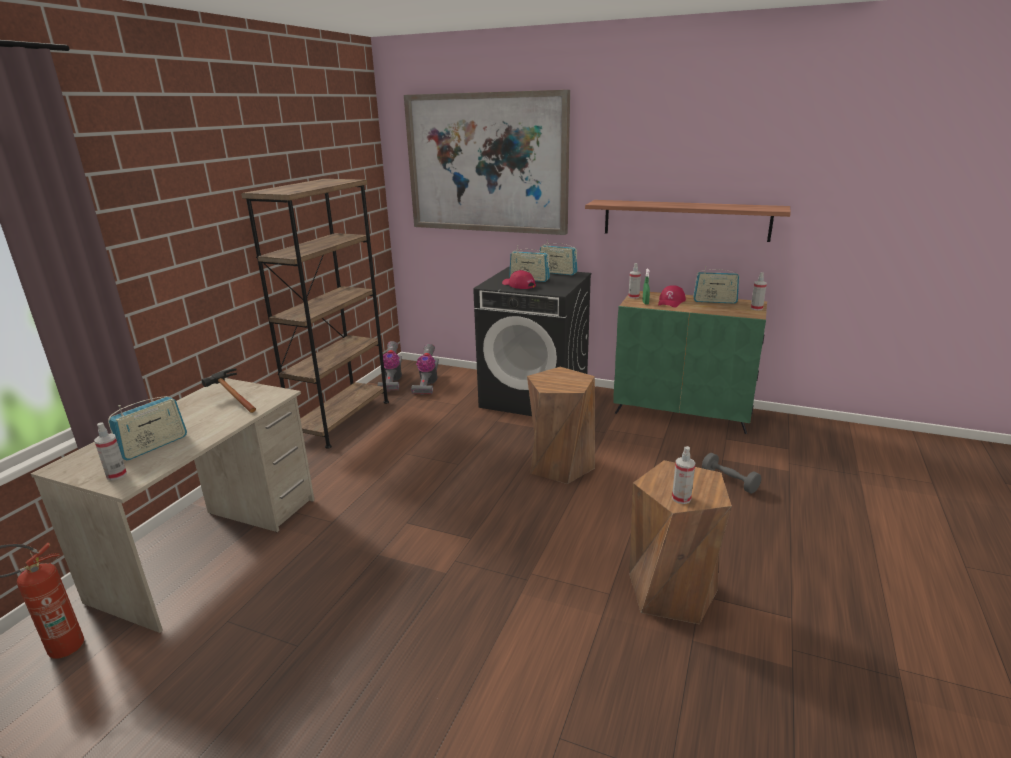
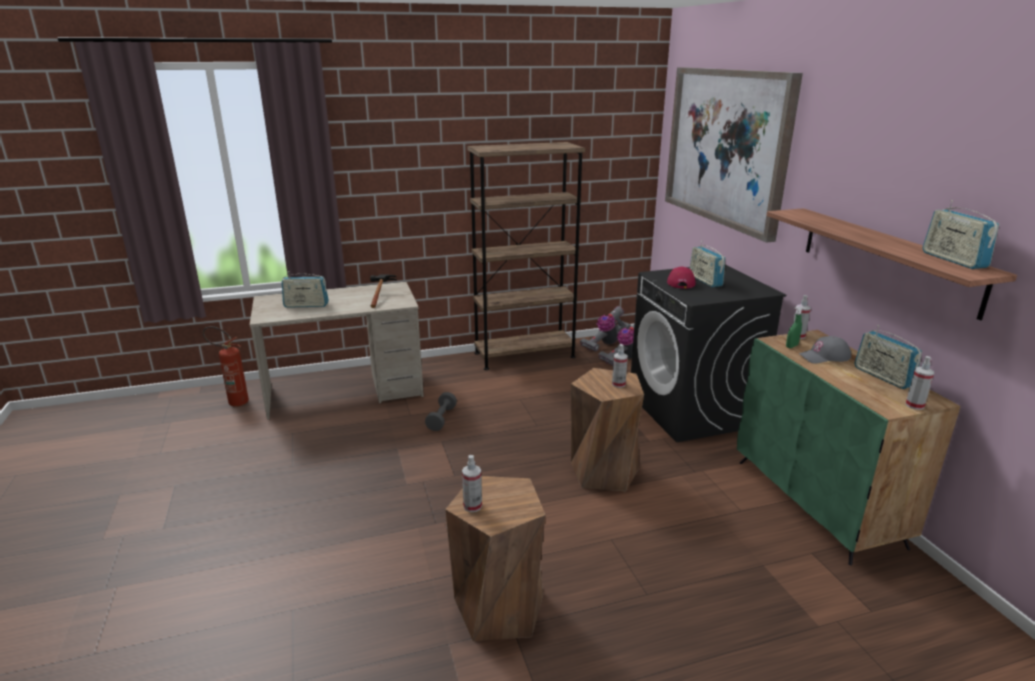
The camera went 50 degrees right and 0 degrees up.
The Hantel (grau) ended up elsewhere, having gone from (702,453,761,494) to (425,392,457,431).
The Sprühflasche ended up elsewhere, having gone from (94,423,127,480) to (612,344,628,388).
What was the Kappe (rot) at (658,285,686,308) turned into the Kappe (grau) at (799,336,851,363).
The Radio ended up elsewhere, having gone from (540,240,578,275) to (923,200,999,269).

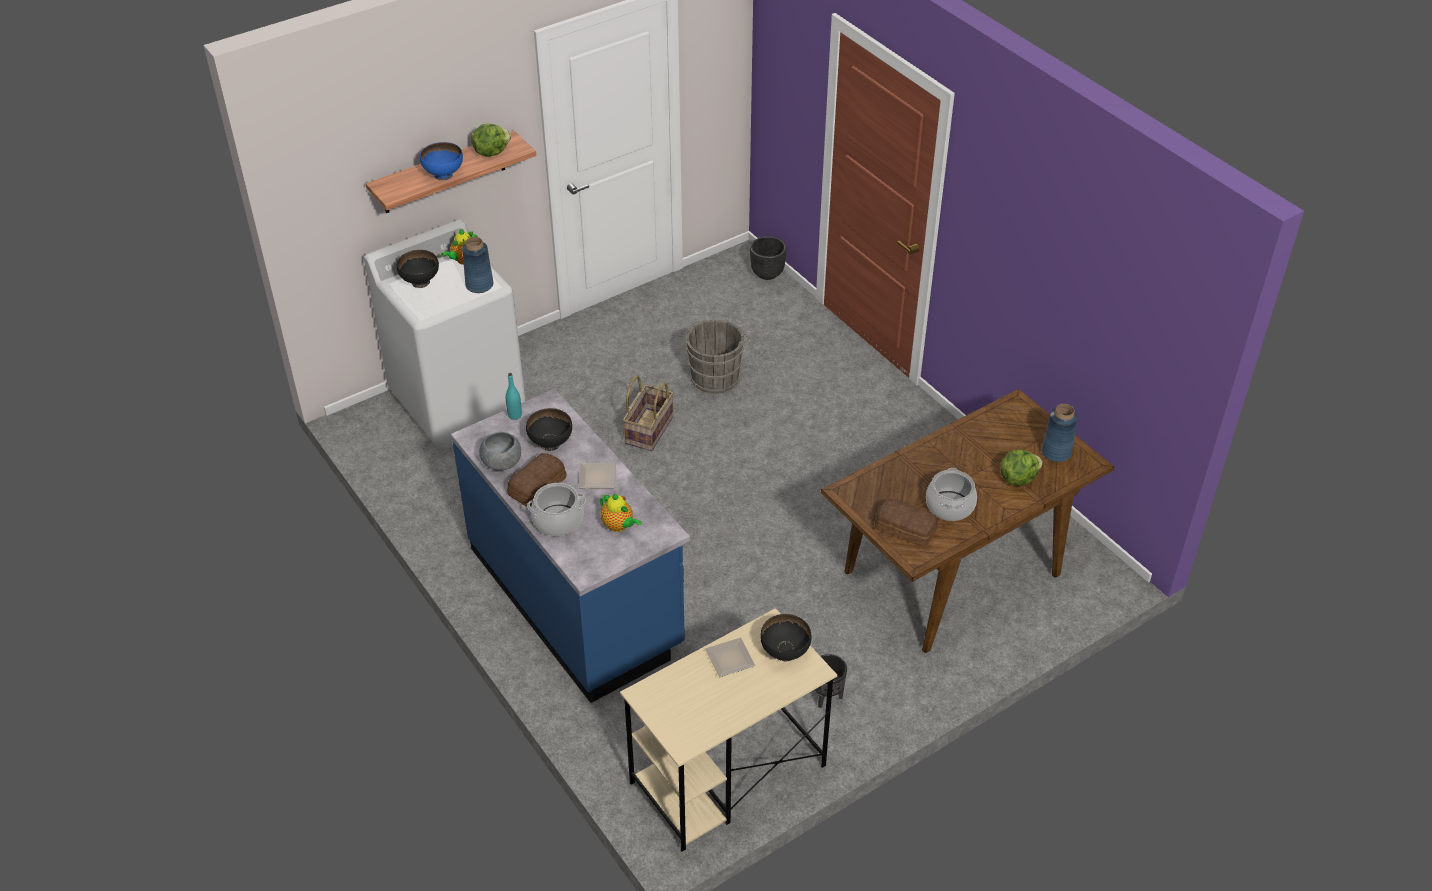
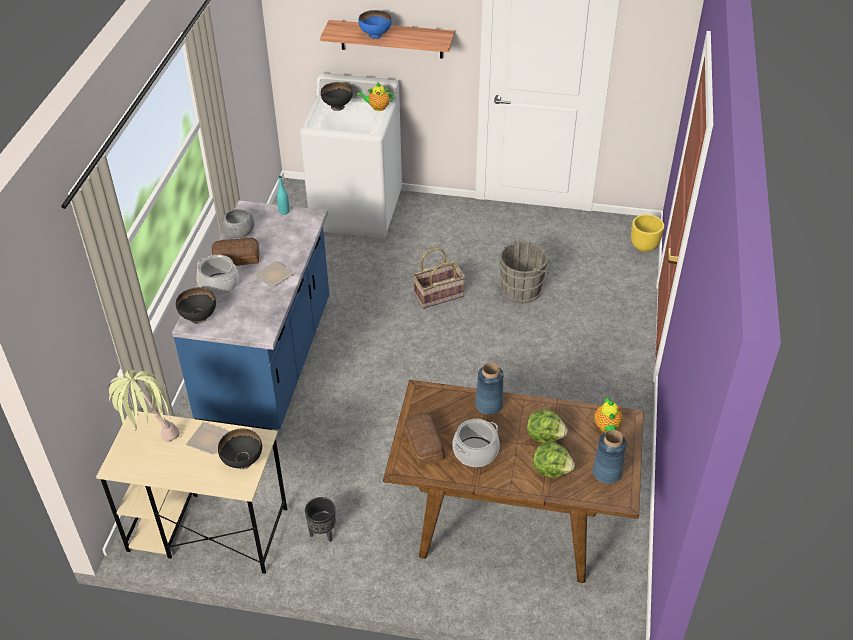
The camera went 45 degrees right and 0 degrees up.
The second view gained the Topfpflanze at (108,370,180,442).
The Schüssel (schwarz) ended up elsewhere, having gone from (526,408,572,451) to (176,287,216,324).
The Vase (blau) ended up elsewhere, having gone from (462,237,493,293) to (475,363,504,415).
The Salatkopf ended up elsewhere, having gone from (471,124,511,157) to (527,409,568,444).
The Teekanne ended up elsewhere, having gone from (600,494,642,532) to (594,397,622,433).
What was the Pflanzkübel (schwarz) at (750,236,787,280) turned into the Pflanzkübel (gelb) at (631,214,664,252).

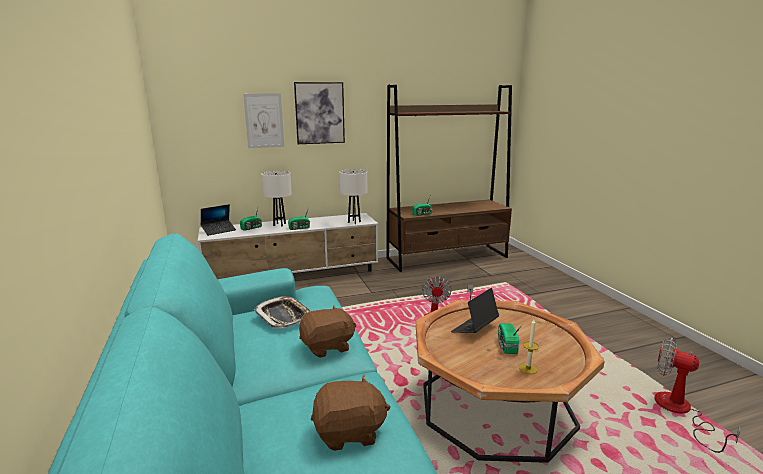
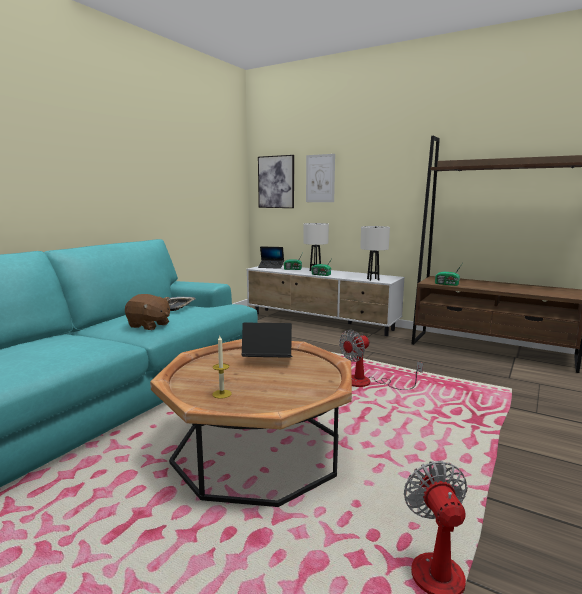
The camera went 50 degrees right and 5 degrees down.
The Bild ended up elsewhere, having gone from (294,82,345,144) to (258,155,294,208).
The second view lost the Plüschtier (braun) at (311,375,390,451).
The second view lost the Radio at (498,323,522,354).

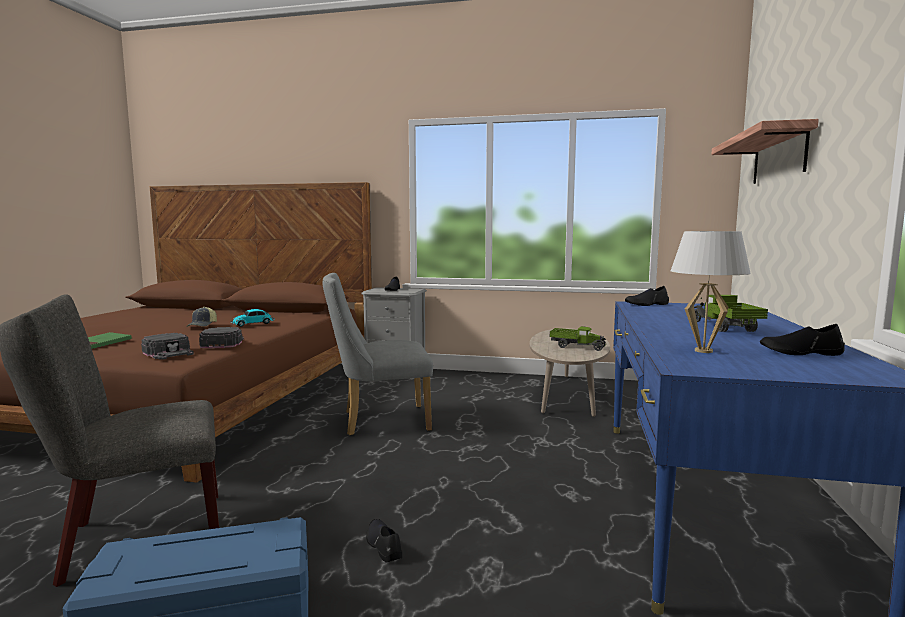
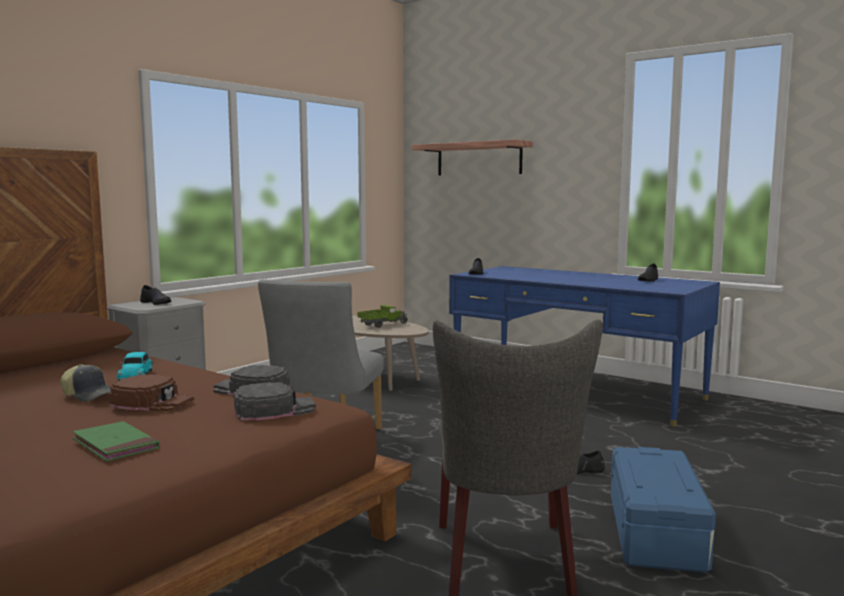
The camera went 65 degrees left and 0 degrees up.
The second view gained the Kappe (braun) at (109,374,194,411).
The second view lost the Tischlampe (weiß) at (671,231,751,353).
The second view lost the Spielzeuglaster at (694,295,768,332).

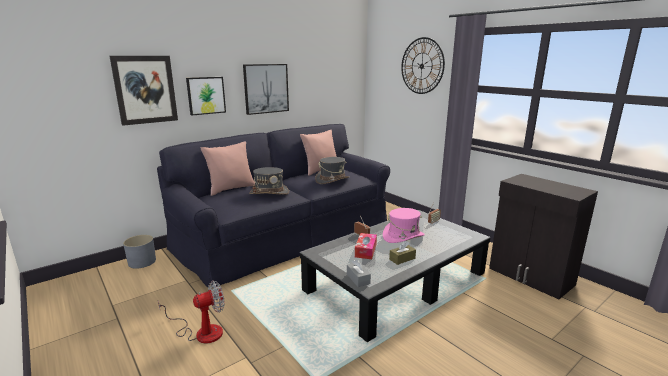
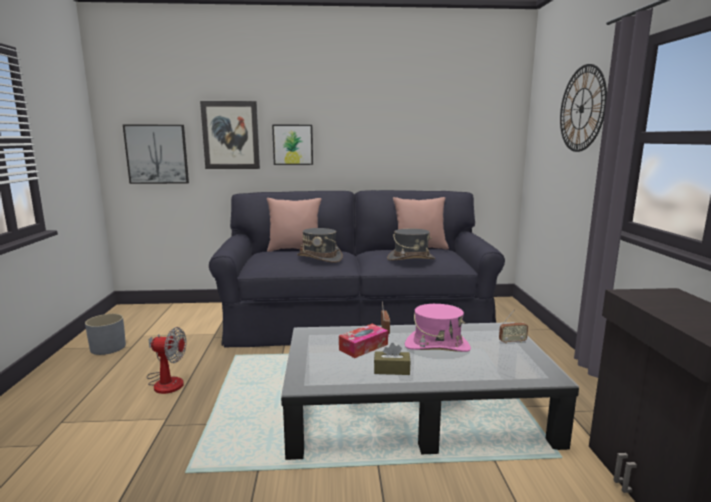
The camera went 35 degrees right and 5 degrees down.
The Pflanzkübel (grau) ended up elsewhere, having gone from (123,235,156,269) to (85,314,126,355).
The Bild ended up elsewhere, having gone from (243,64,289,115) to (123,125,189,184).
The second view lost the Taschentuchbox (grau) at (347,259,371,287).

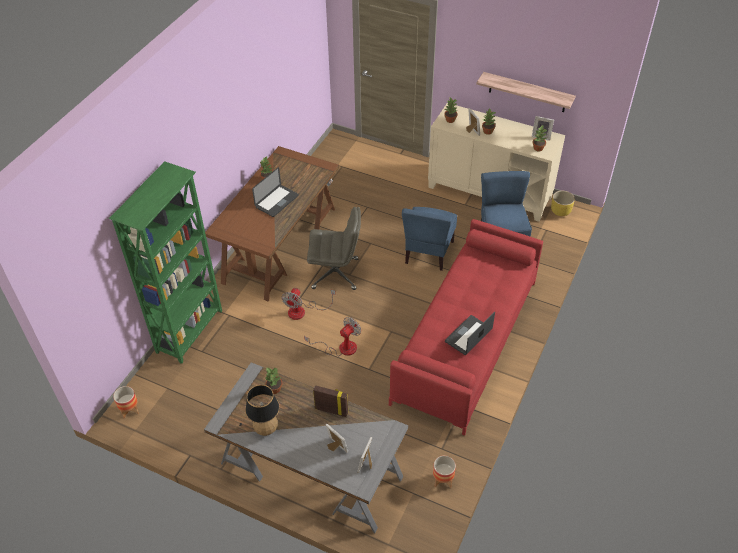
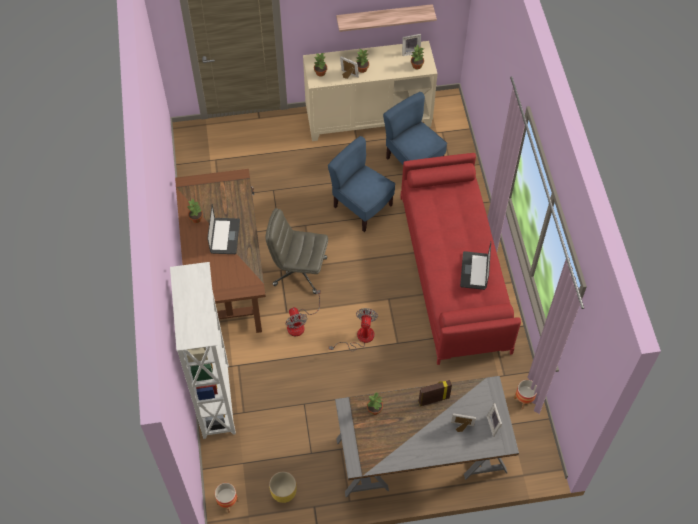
The camera went 35 degrees left and 10 degrees up.
What was the Bücherregal (grün) at (109,161,222,364) turned into the Bücherregal (weiß) at (170,262,236,439).
The Bürostuhl (grau) at (307,207,361,290) ended up facing another way, 135 degrees counterclockwise from before.
The Pflanzkübel (gelb) ended up elsewhere, having gone from (551,191,575,216) to (269,472,297,503).
The Stuhl (blau) at (402,207,457,271) ended up facing another way, 150 degrees clockwise from before.
The second view lost the Tischlampe at (239,385,280,436).

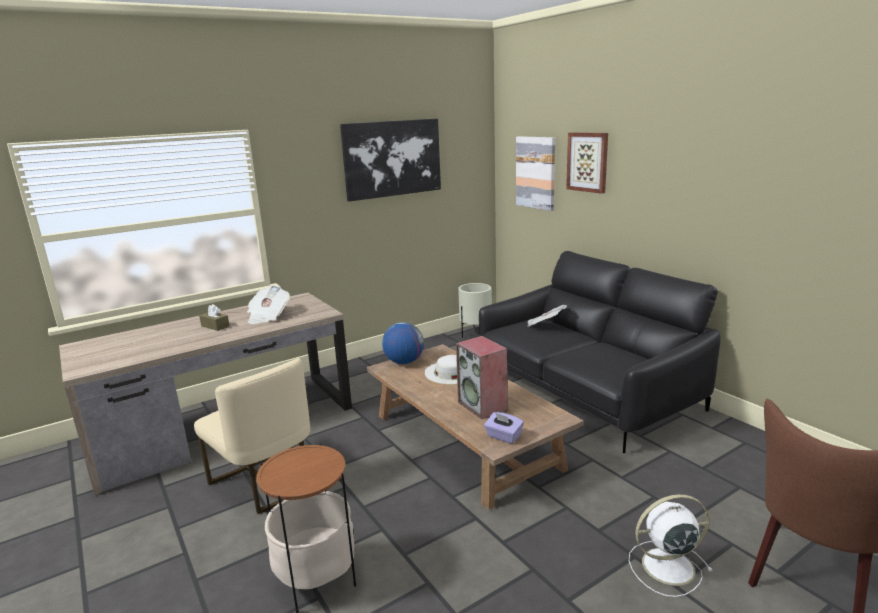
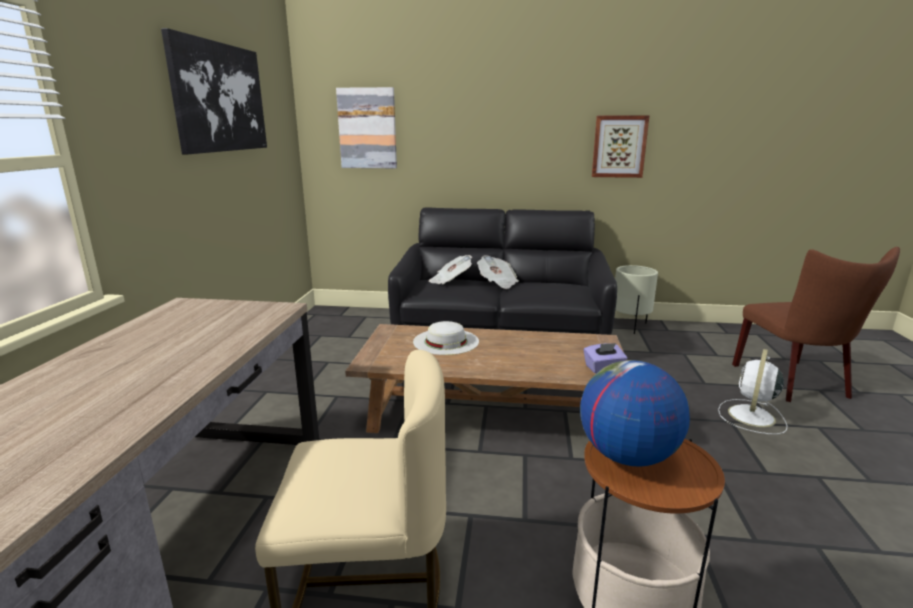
The camera went 50 degrees left and 0 degrees up.
The Zeitung ended up elsewhere, having gone from (247,285,290,324) to (477,255,519,289).
The Globus ended up elsewhere, having gone from (382,322,424,364) to (580,360,690,467).
The Bild ended up elsewhere, having gone from (566,132,608,194) to (592,116,649,178).
The Pflanzkübel (beige) ended up elsewhere, having gone from (458,283,492,338) to (615,265,658,334).
The second view lost the Taschentuchbox (braun) at (199,304,230,331).
The second view lost the Lautsprecher at (456,336,508,419).

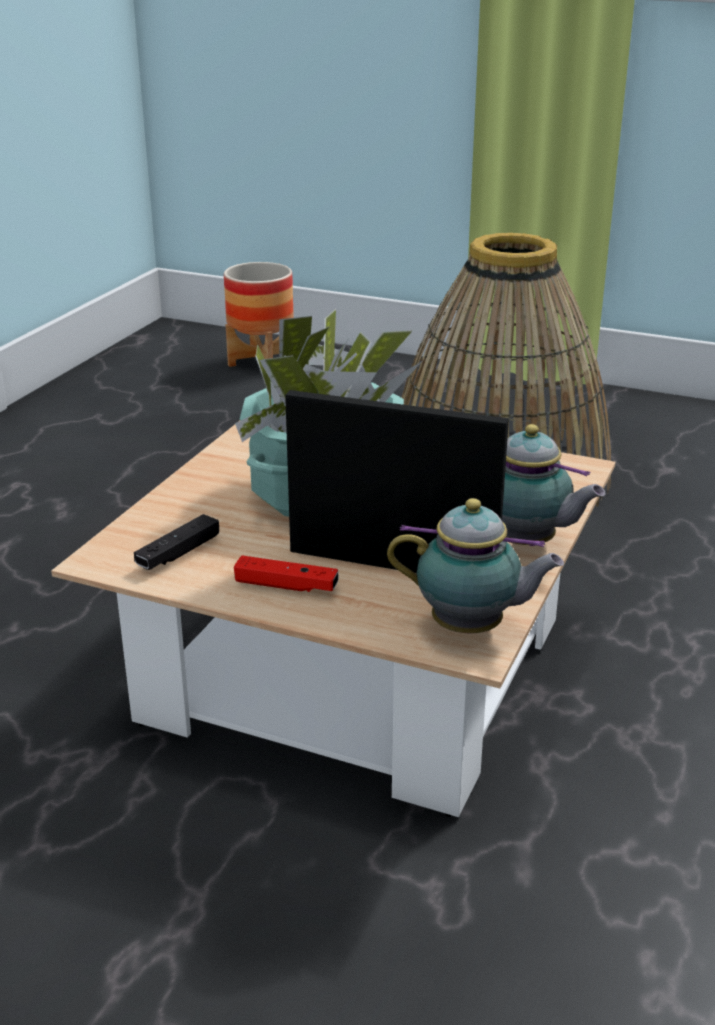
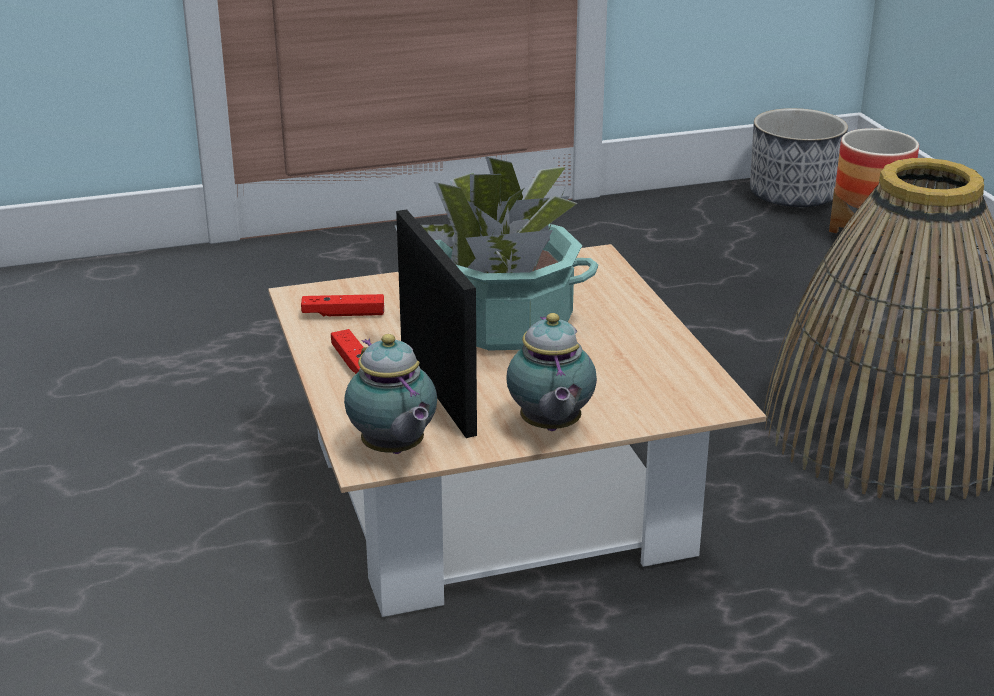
The camera went 50 degrees right and 0 degrees up.
What was the Gamepad (schwarz) at (134,514,219,570) turned into the Gamepad (rot) at (301,294,384,317).
The second view gained the Pflanzkübel at (750,108,848,207).

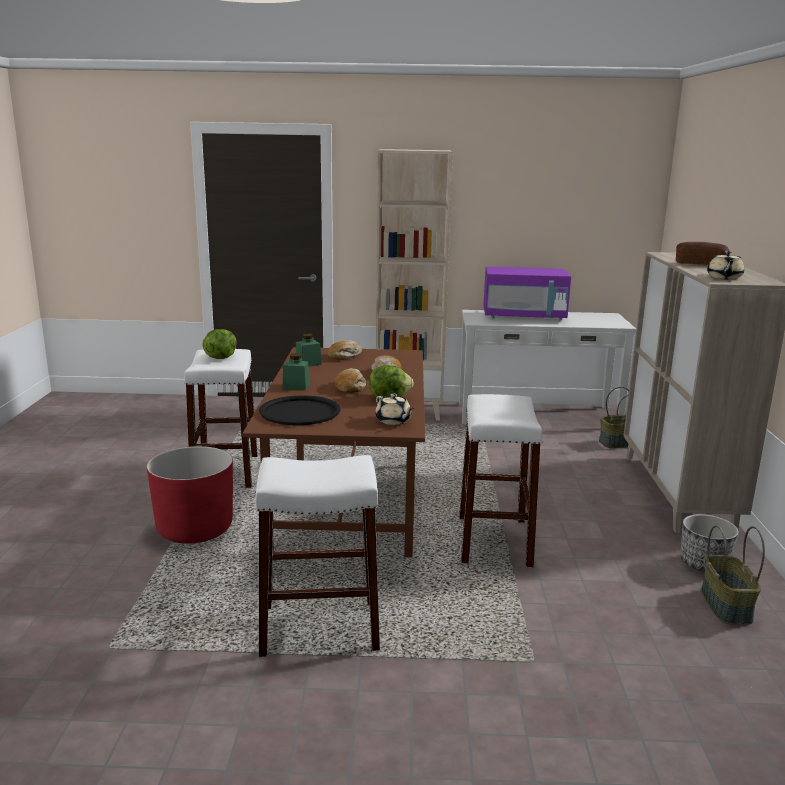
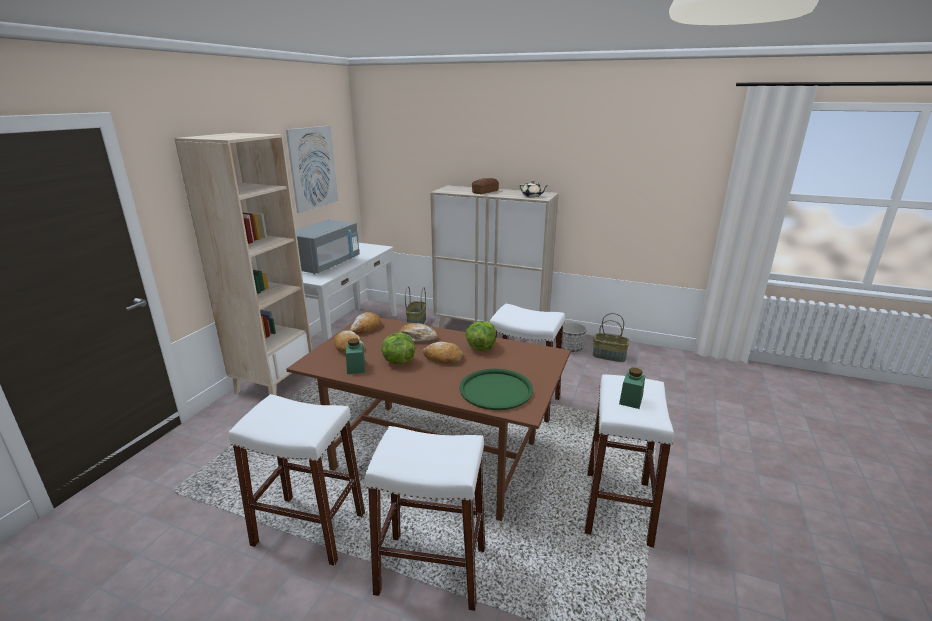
The camera went 70 degrees left and 5 degrees up.
The second view gained the Bild at (286,126,338,213).
What was the Mikrowelle (lila) at (484,266,571,320) turned into the Mikrowelle (grau) at (296,220,359,274).
The second view gained the Brot at (350,312,381,334).
Where the Pflanzkübel (rot) stood at (147,446,233,544), the Hocker (weiß) came to stand at (365,426,485,611).
The Salatkopf ended up elsewhere, having gone from (202,329,237,359) to (381,333,415,364).
What was the Tablett (schwarz) at (259,395,341,425) turned into the Tablett (grün) at (460,369,533,410).
The Vorratsglas (grün) ended up elsewhere, having gone from (283,353,310,390) to (619,368,645,409).
The second view lost the Teekanne (beige) at (375,393,414,425).

